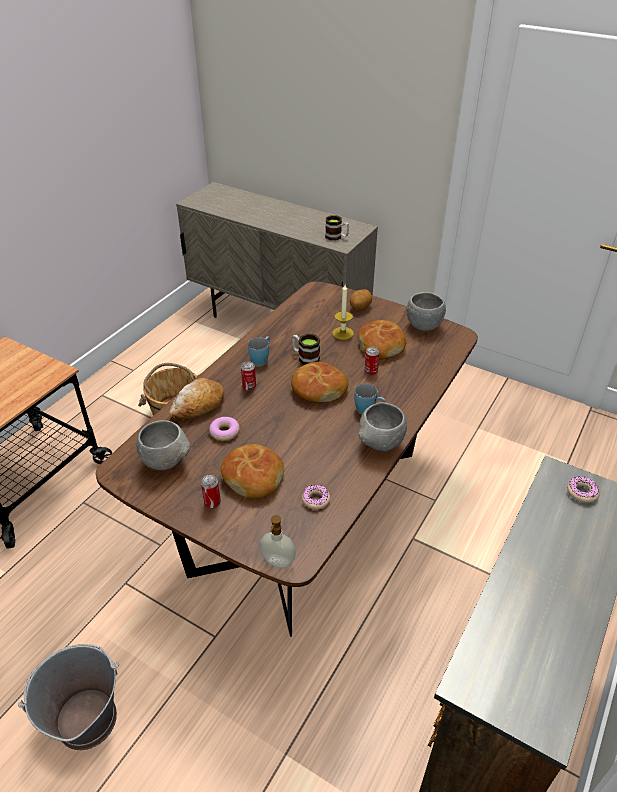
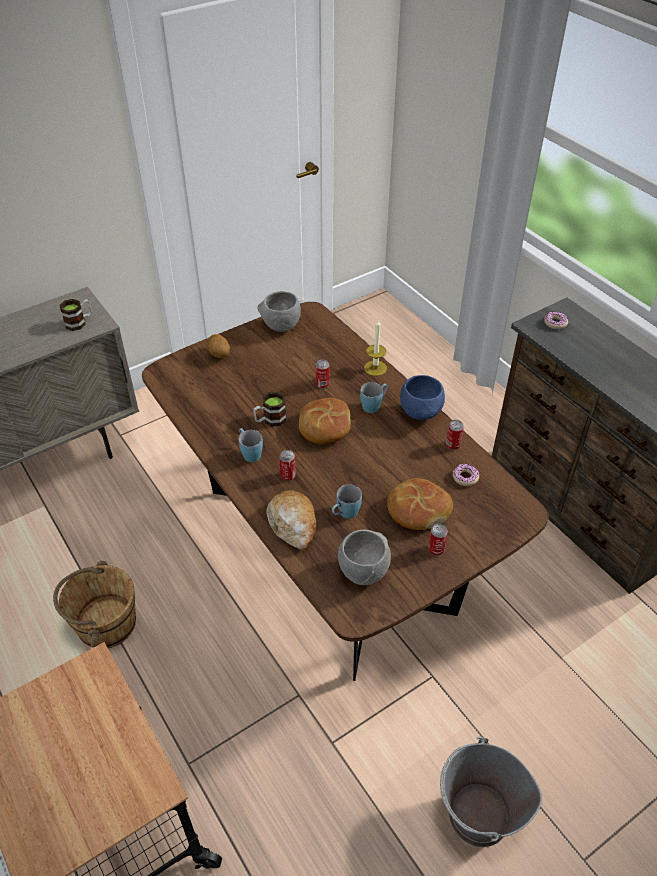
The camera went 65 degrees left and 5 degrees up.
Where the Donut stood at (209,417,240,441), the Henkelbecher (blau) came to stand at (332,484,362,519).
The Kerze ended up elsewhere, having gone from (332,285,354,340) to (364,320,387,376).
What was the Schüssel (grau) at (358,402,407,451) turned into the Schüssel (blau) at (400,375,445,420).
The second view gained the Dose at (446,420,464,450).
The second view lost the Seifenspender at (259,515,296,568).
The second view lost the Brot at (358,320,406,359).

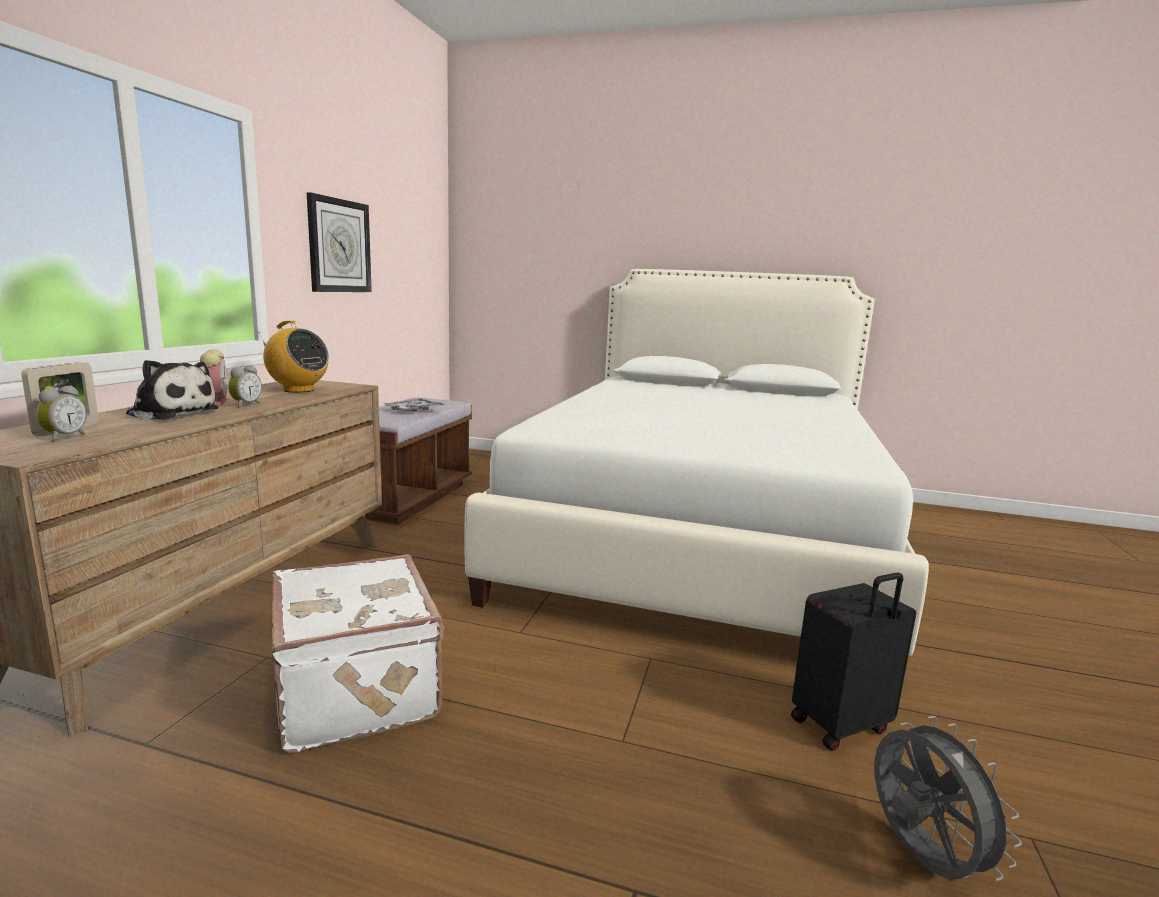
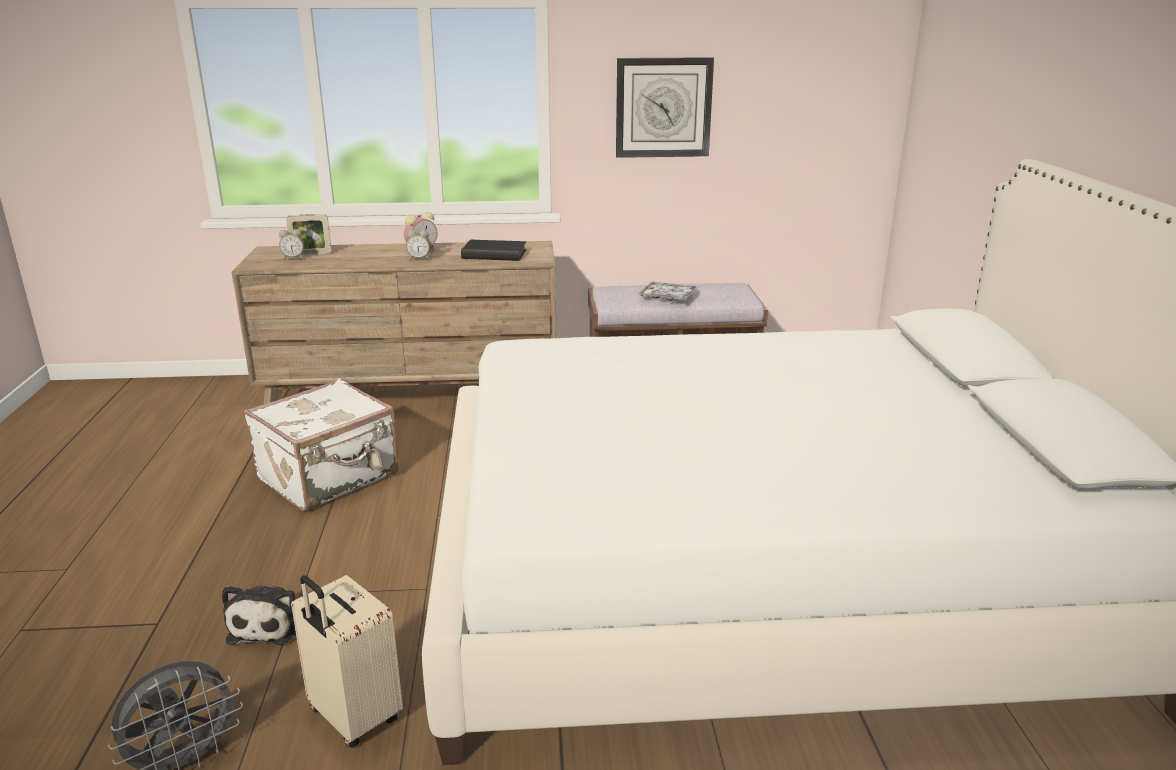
The camera went 70 degrees right and 10 degrees up.
The Plüschtier ended up elsewhere, having gone from (126,360,219,420) to (222,585,296,645).
What was the Koffer (schwarz) at (791,572,916,751) turned into the Koffer (beige) at (291,575,403,747).
Where the Radio stood at (258,321,329,393), the Buch (schwarz) came to stand at (461,239,527,261).

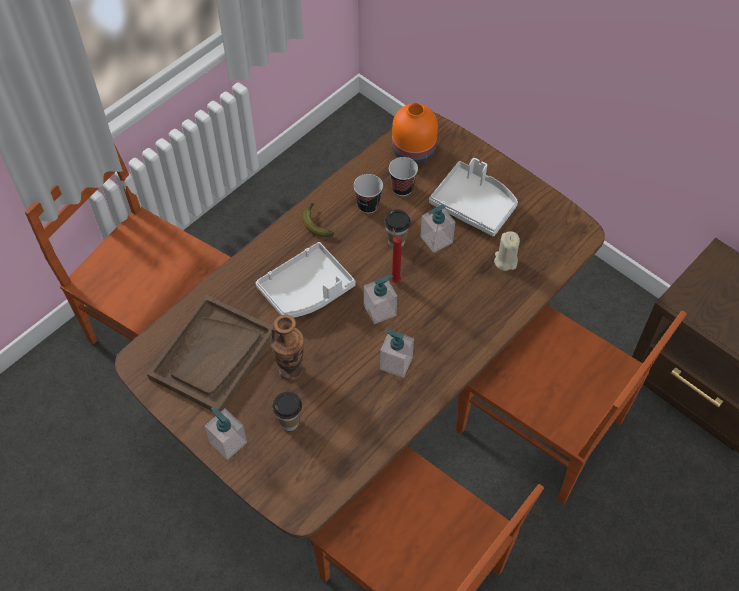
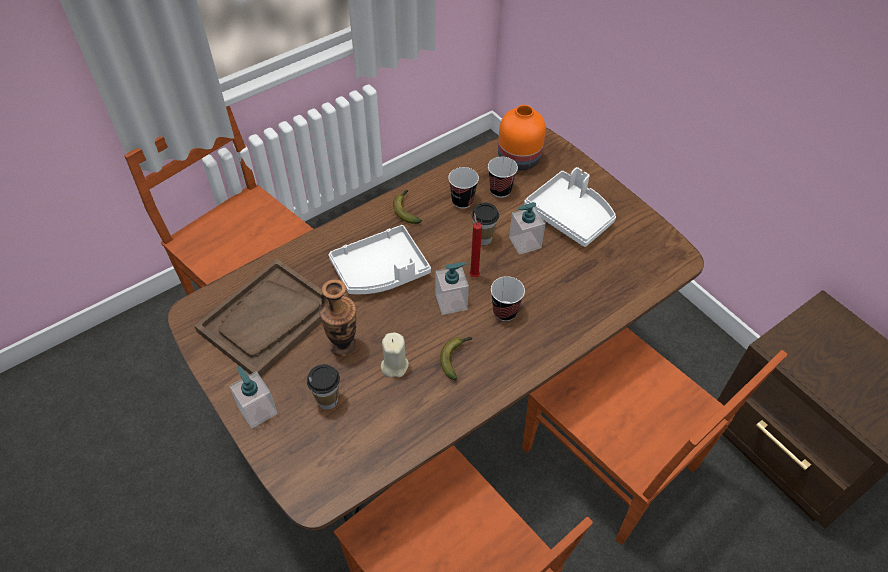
The camera went 10 degrees right and 5 degrees down.
The Kerze (beige) ended up elsewhere, having gone from (494,231,520,271) to (381,333,409,377).
Where the Seifenspender stood at (380,329,414,378), the Banane came to stand at (440,337,472,381).
The second view gained the Tasse at (491,276,525,321).

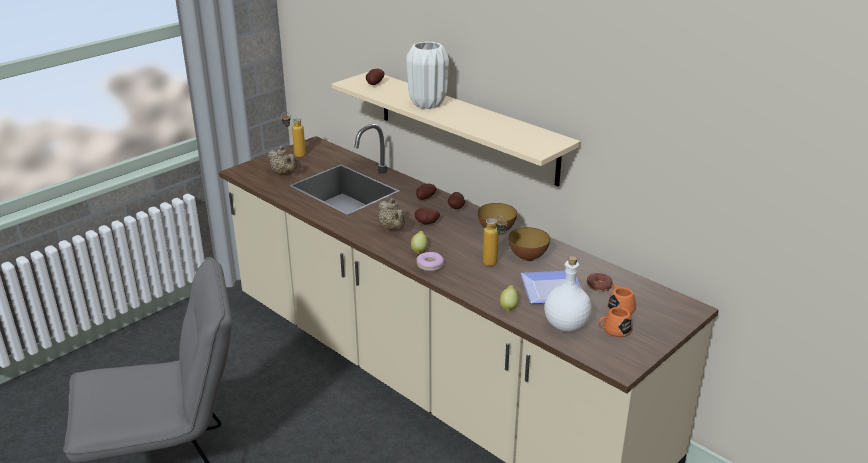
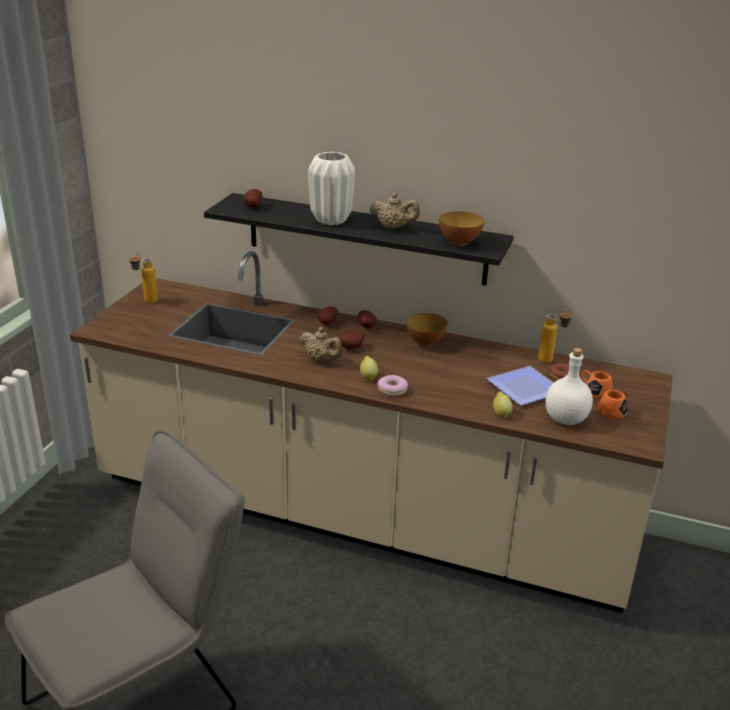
The camera went 25 degrees left and 0 degrees up.
What was the Wandregal (beige) at (332,72,581,186) turned into the Wandregal (schwarz) at (204,193,513,286).
The Teekanne (beige) ended up elsewhere, having gone from (267,146,297,175) to (369,193,420,229).
The Schüssel ended up elsewhere, having gone from (508,227,550,261) to (439,211,484,246).
The Flasche ended up elsewhere, having gone from (483,216,507,266) to (538,309,573,363).

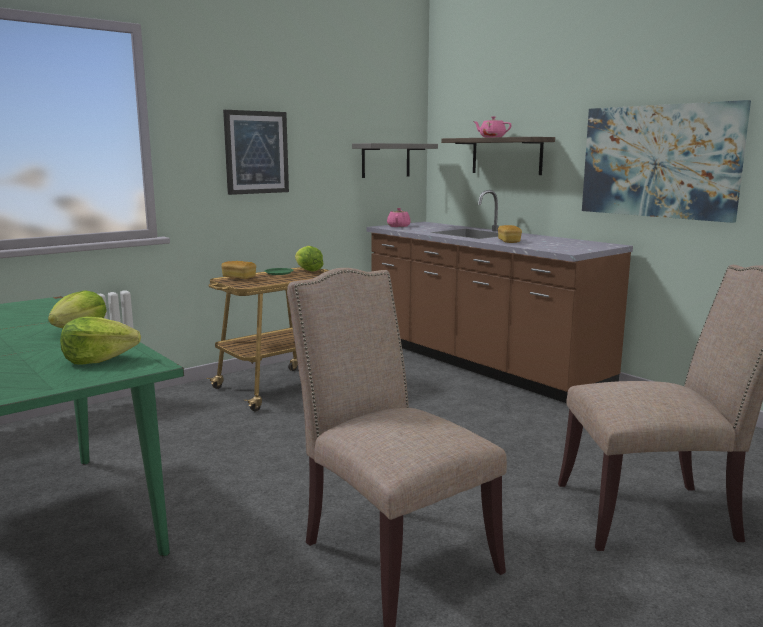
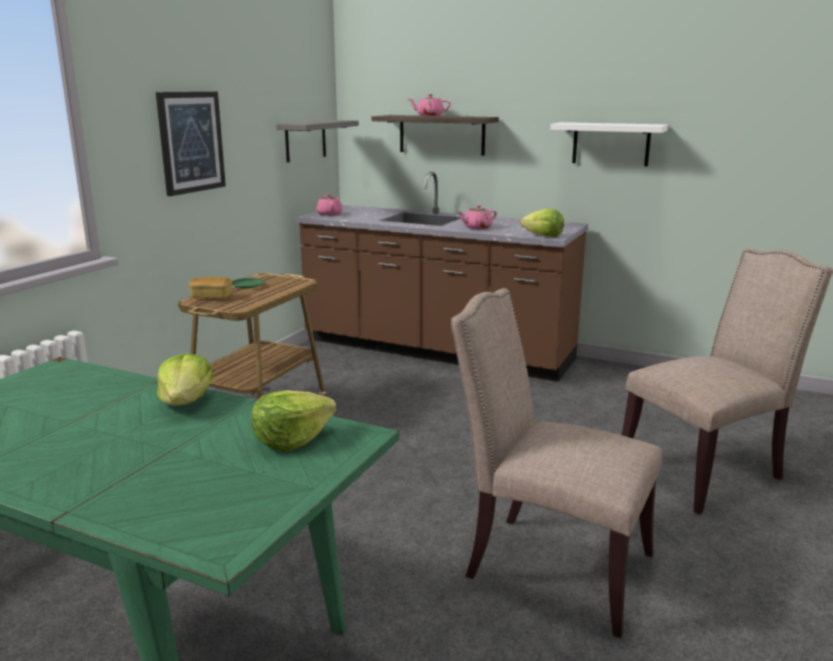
The camera went 25 degrees left and 5 degrees up.
Where the Brot stood at (498,225,522,243), the Teekanne (rosa) came to stand at (458,205,497,229).
The Salatkopf ended up elsewhere, having gone from (295,246,324,272) to (520,209,564,237).
Where the Bild hung at (582,100,751,223), the Wandregal (weiß) came to hang at (550,122,668,166).

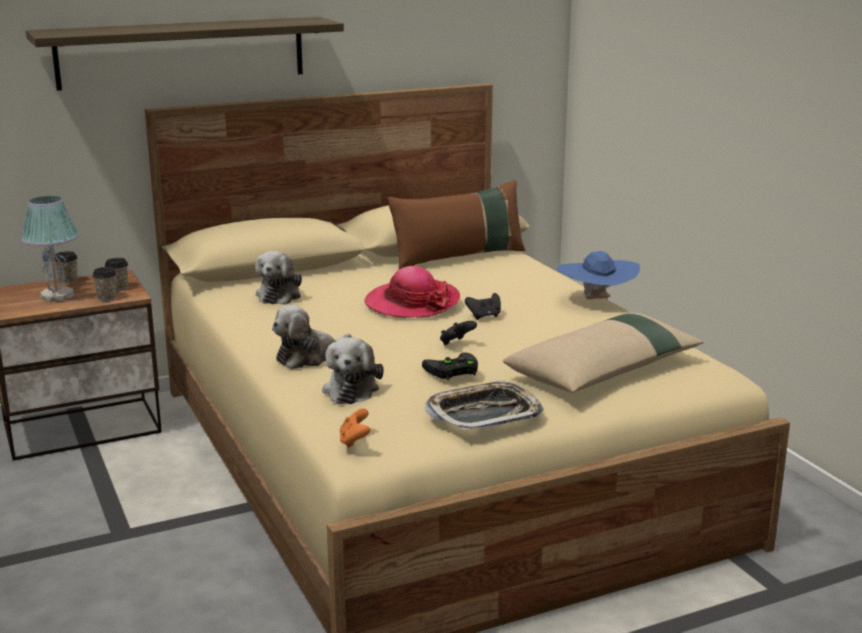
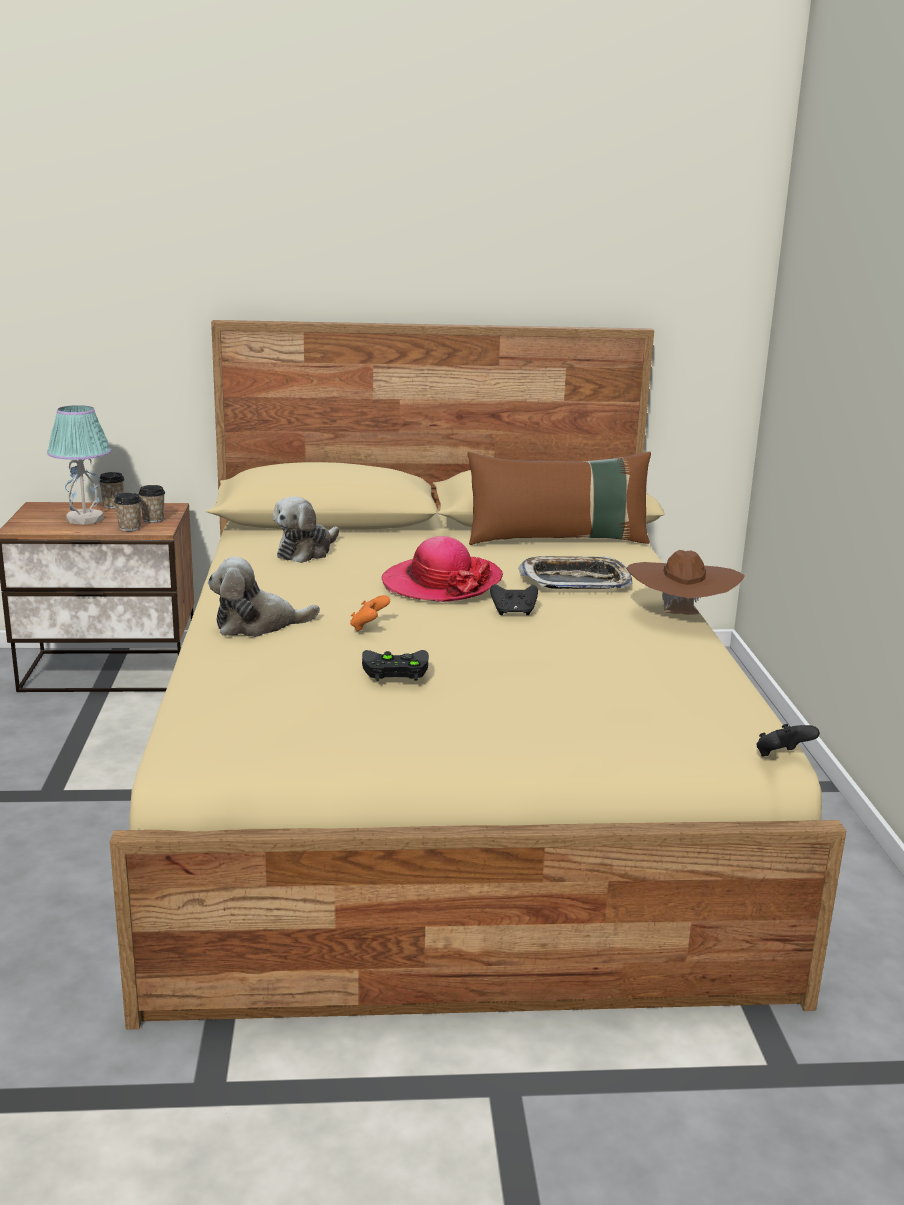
The camera went 20 degrees right and 0 degrees up.
The Gamepad (orange) ended up elsewhere, having gone from (340,408,370,448) to (350,595,390,631).
The Tablett ended up elsewhere, having gone from (425,380,544,431) to (518,556,632,589).
What was the Hut (blau) at (557,251,640,299) turned into the Hut (braun) at (627,550,745,615).
The Gamepad (schwarz) ended up elsewhere, having gone from (440,321,477,345) to (756,724,820,756).
The second view lost the Wandregal at (26,17,344,91).
The second view lost the Plüschtier at (322,337,384,404).
The second view lost the Kissen (beige) at (503,313,704,393).

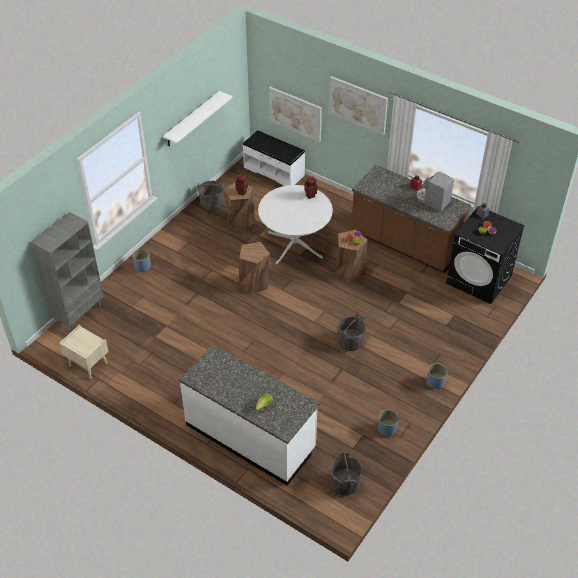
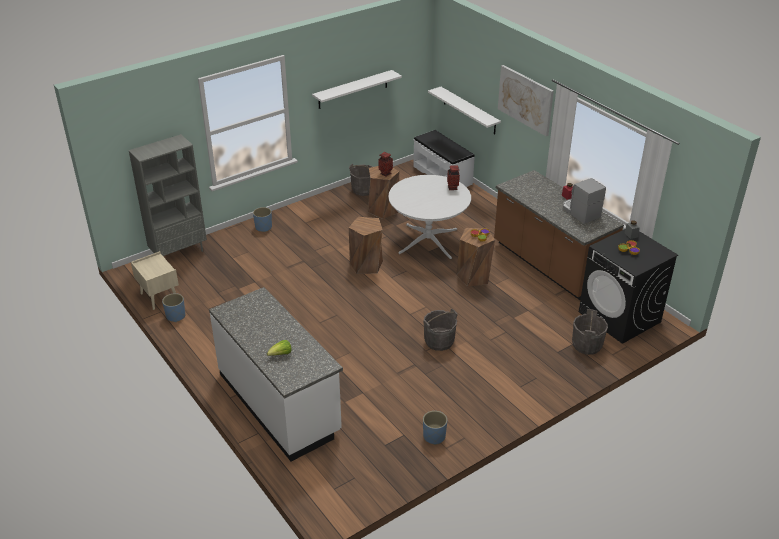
The camera went 20 degrees right and 10 degrees down.
The Pflanzkübel (blau) ended up elsewhere, having gone from (427,363,447,389) to (162,293,185,322).
Where the Bild hung at (269,87,322,142), the Wandregal (weiß) came to hang at (428,87,501,134).
The Eimer (grau) ended up elsewhere, having gone from (330,452,363,495) to (572,309,608,355).

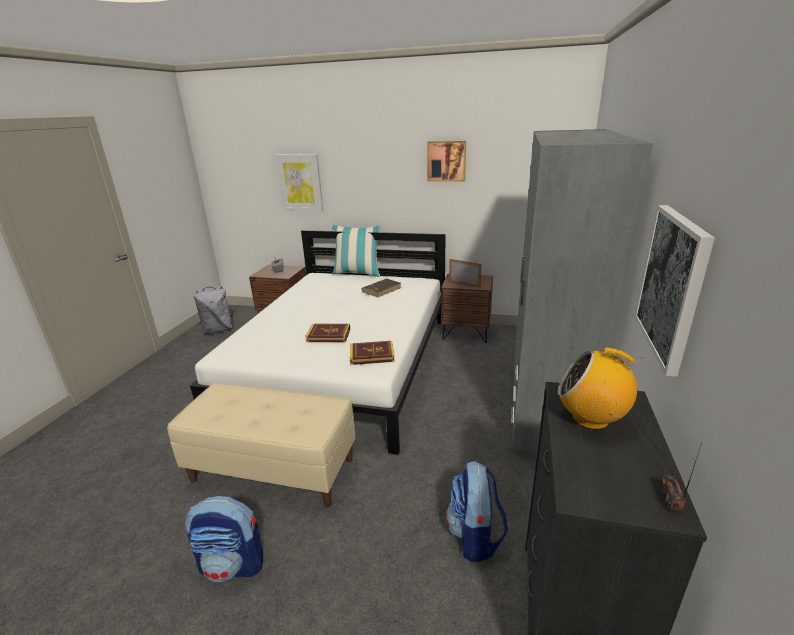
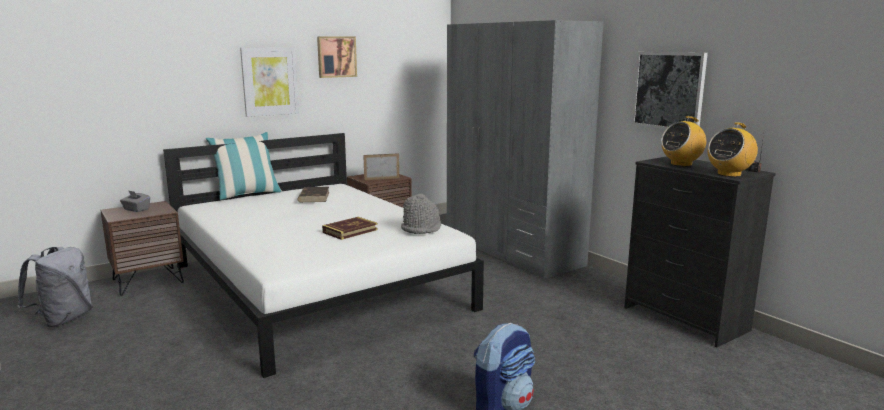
The camera went 50 degrees left and 10 degrees down.
The Bild ended up elsewhere, having gone from (275,154,323,211) to (240,47,299,117).
Where the Buch stood at (350,341,395,365), the Hut (grau) came to stand at (401,193,441,234).
The second view gained the Radio at (708,122,758,177).
The second view lost the Bank (beige) at (167,383,356,508).
The second view lost the Rucksack at (446,461,508,562).

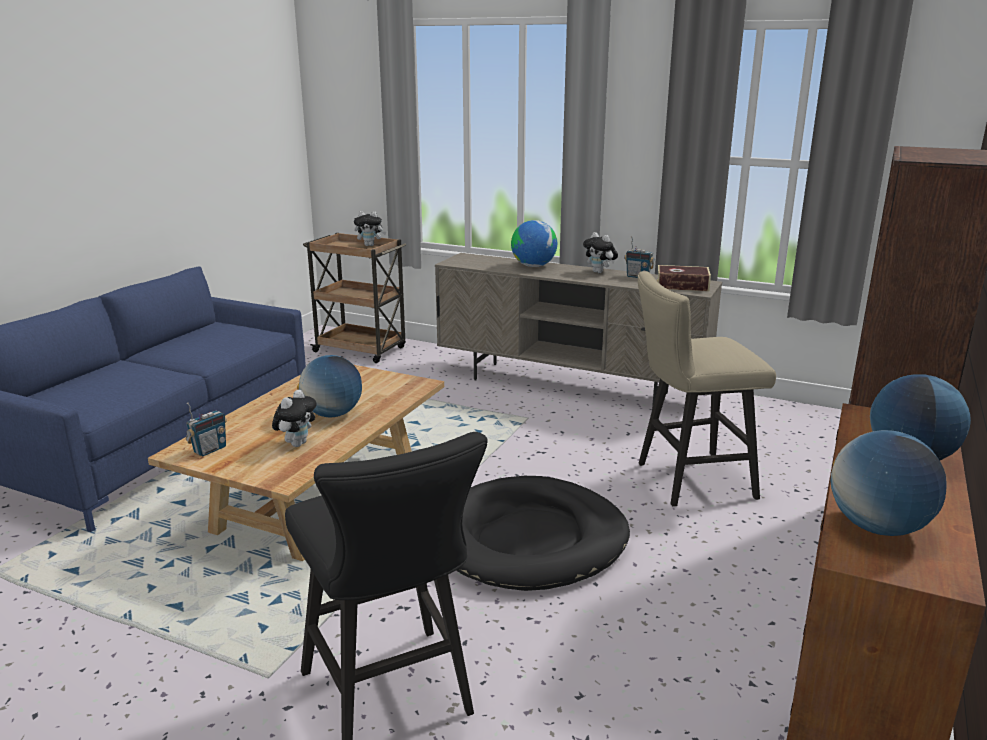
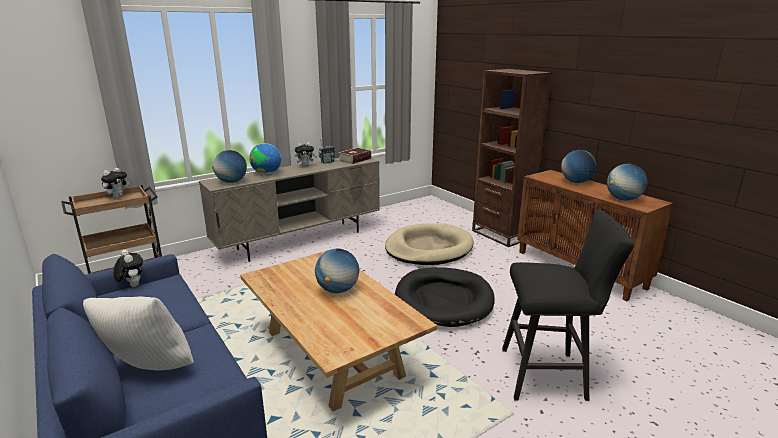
The camera went 60 degrees left and 0 degrees up.
The second view gained the Kissen (weiß) at (83,296,194,370).
The Plüschtier ended up elsewhere, having gone from (272,390,317,447) to (113,250,143,287).
The second view gained the Globus at (212,150,247,183).
Where the Hocker (beige) stood at (638,271,776,506), the Hundebett (beige) came to stand at (385,223,474,265).
The second view lost the Radio at (186,403,227,456).

